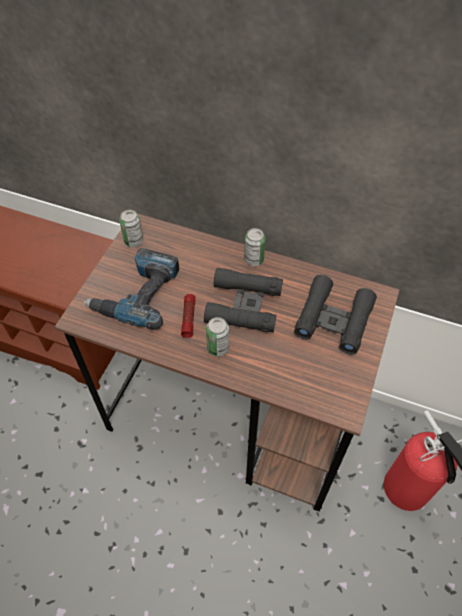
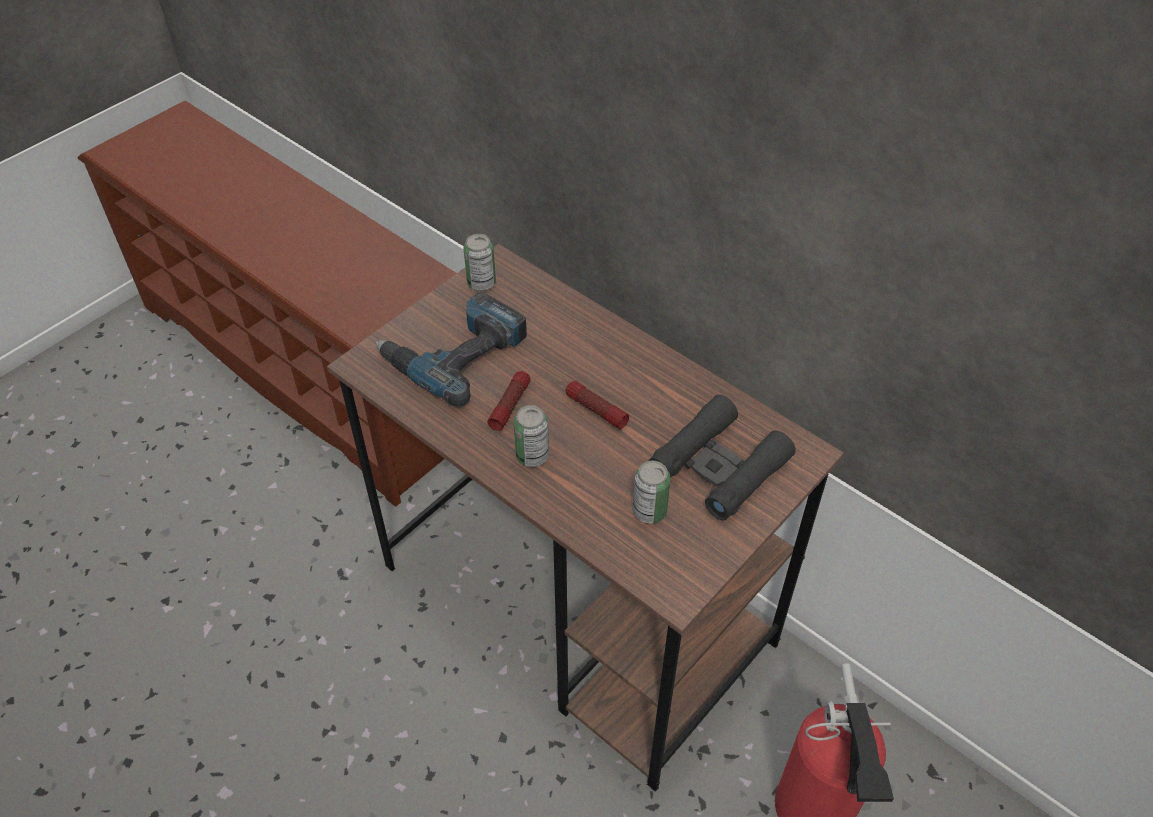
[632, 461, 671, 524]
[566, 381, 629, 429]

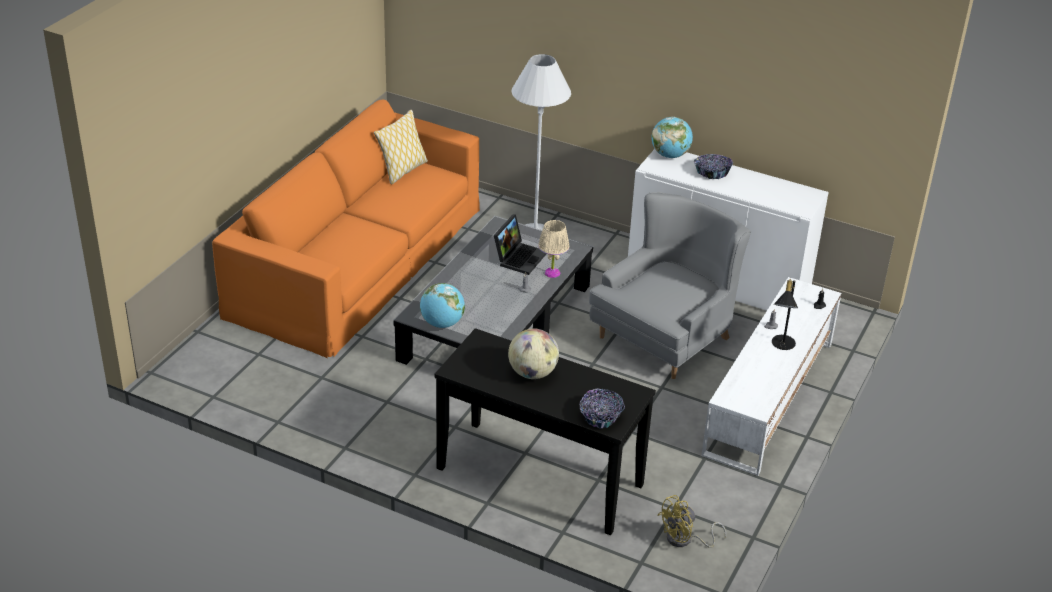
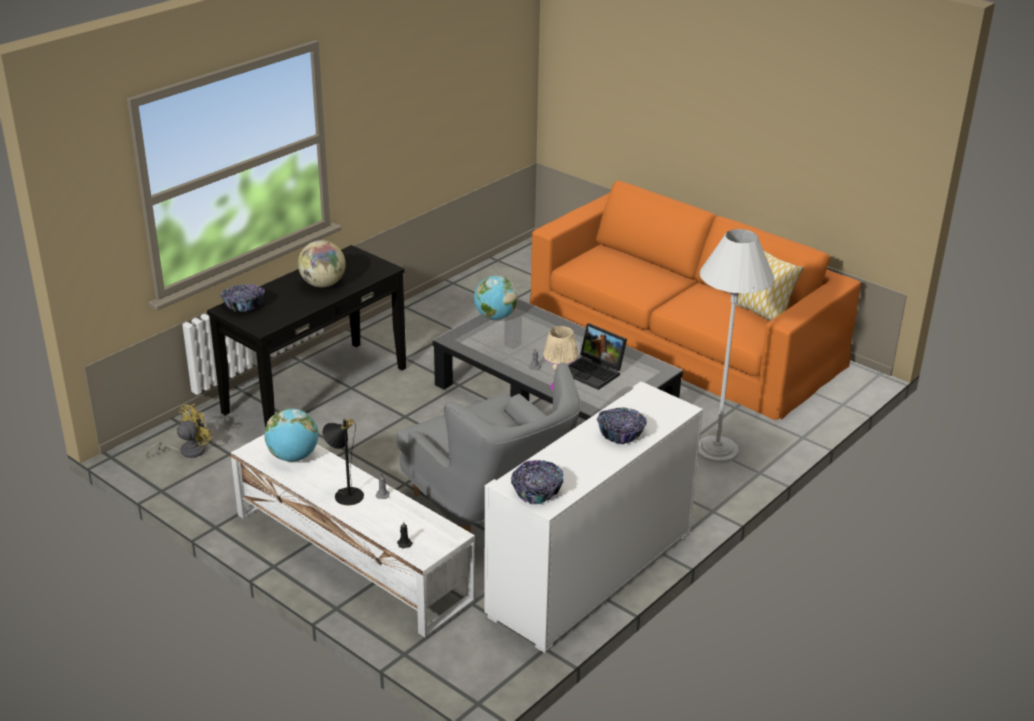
[264, 408, 319, 462]
[146, 404, 214, 458]
[511, 460, 564, 504]

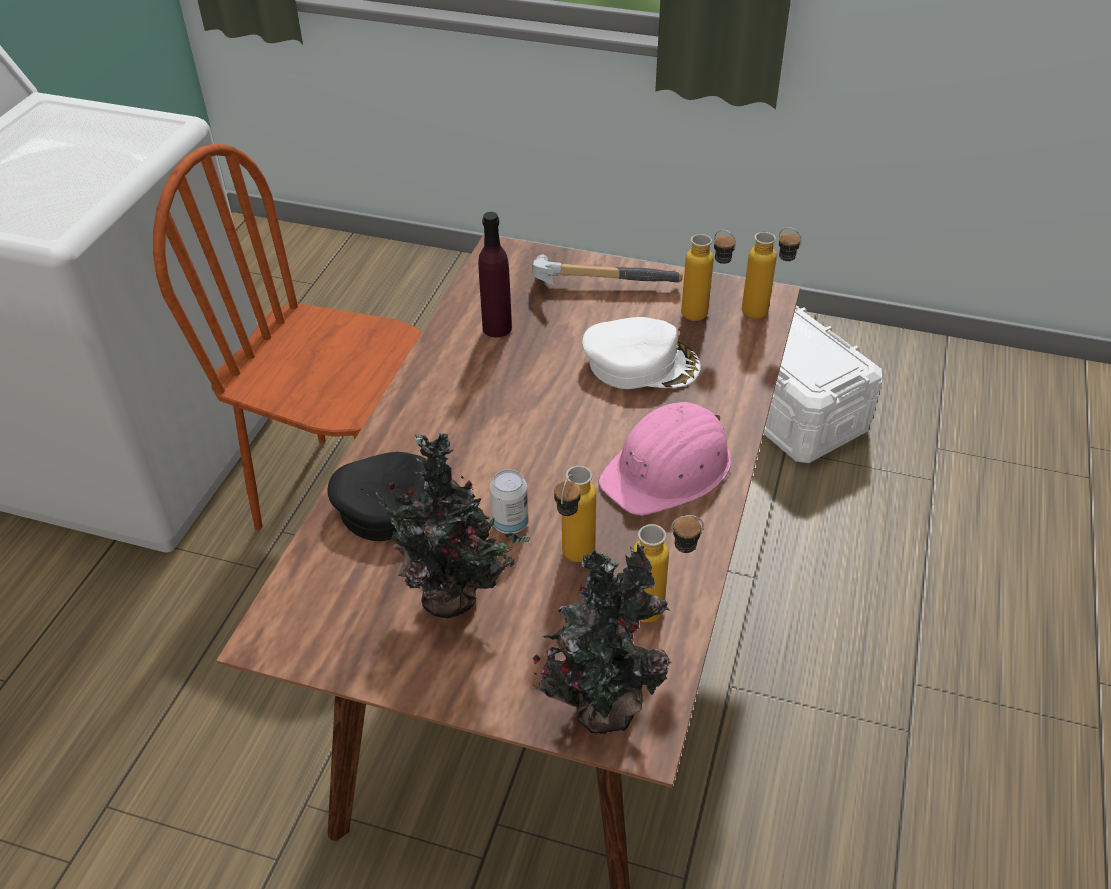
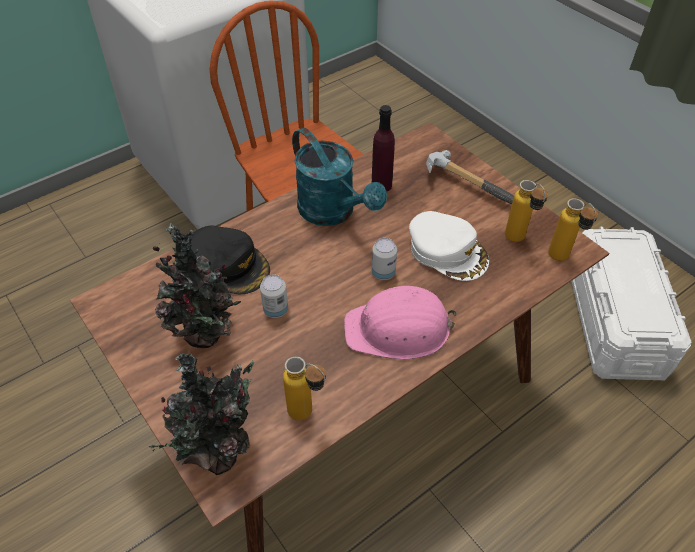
[554, 466, 596, 562] (first image)
[292, 128, 387, 226]
[372, 238, 397, 280]

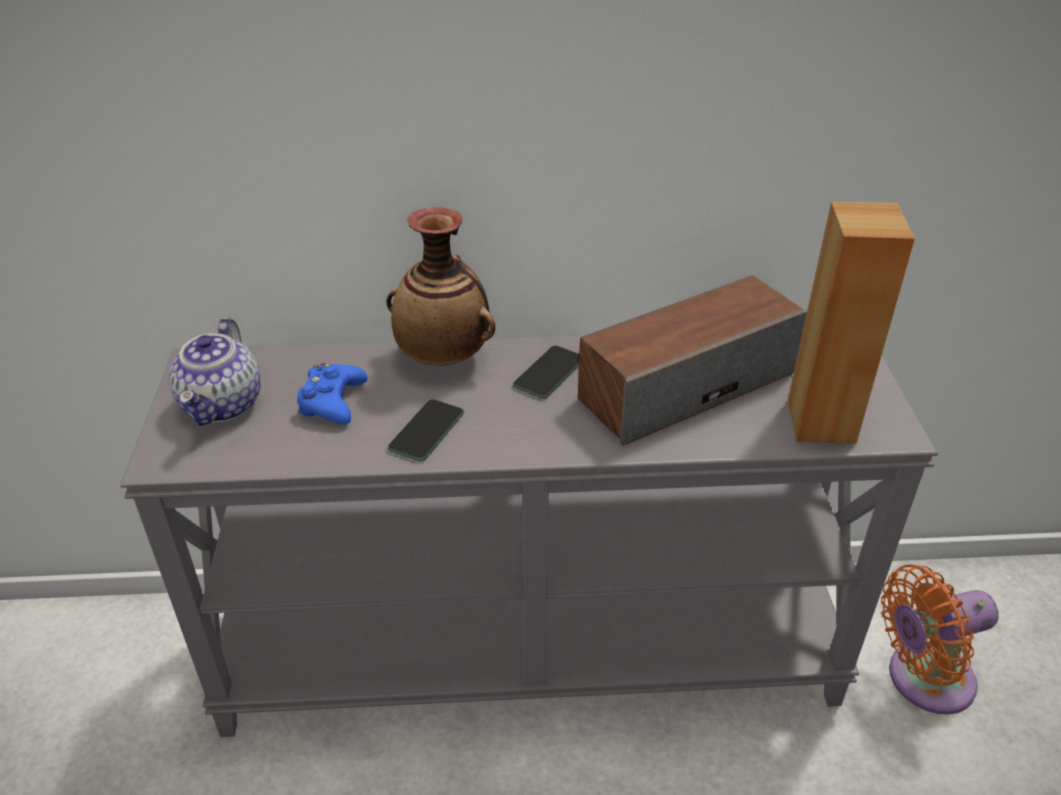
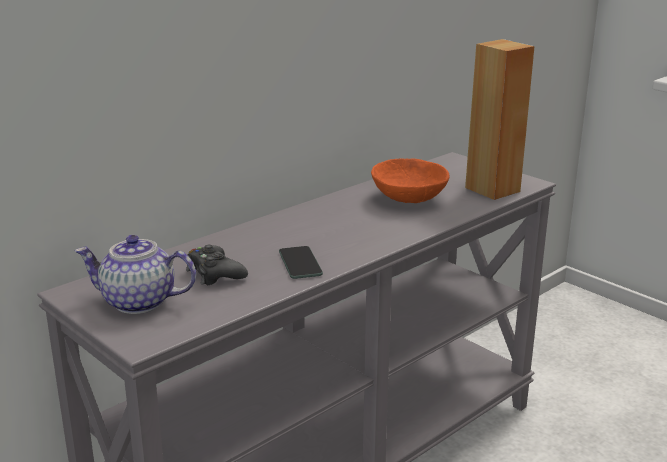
[386, 207, 495, 365] (first image)
[371, 158, 450, 203]
[75, 235, 196, 314]
[513, 346, 579, 399] (first image)
[186, 245, 248, 285]
[881, 564, 999, 714] (first image)

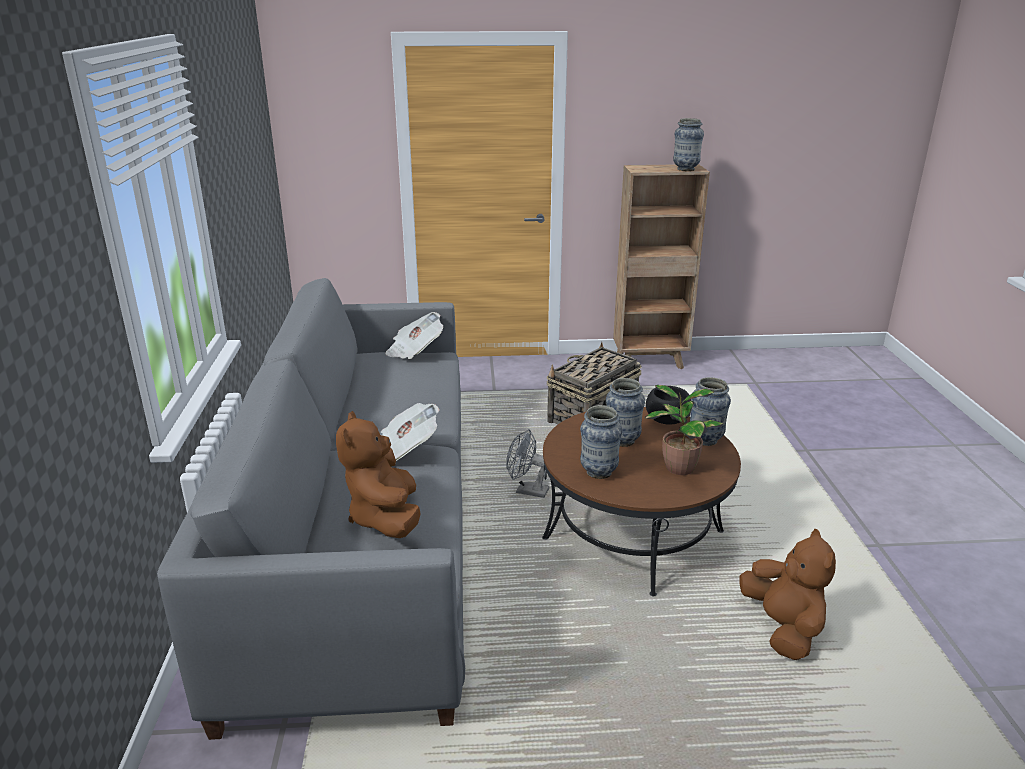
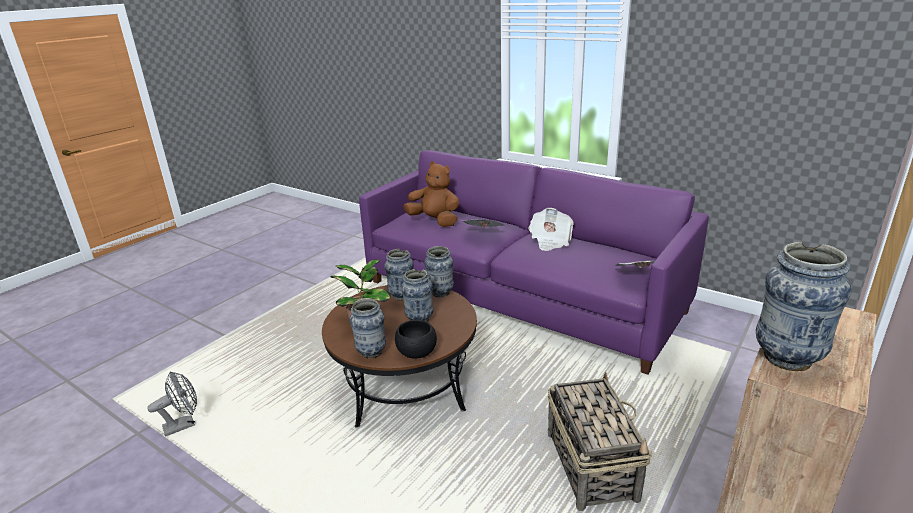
[359, 150, 709, 375]
[147, 372, 197, 437]
[739, 529, 836, 660] (first image)
[528, 208, 574, 251]
[424, 246, 454, 298]

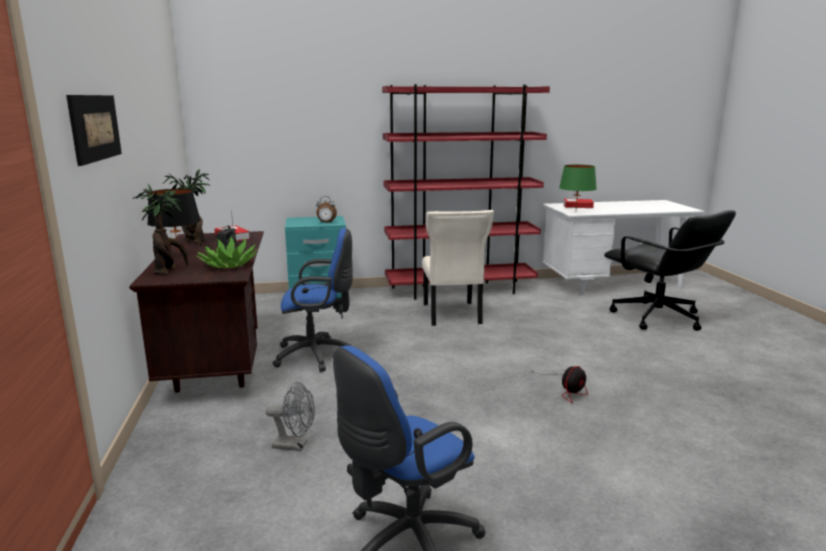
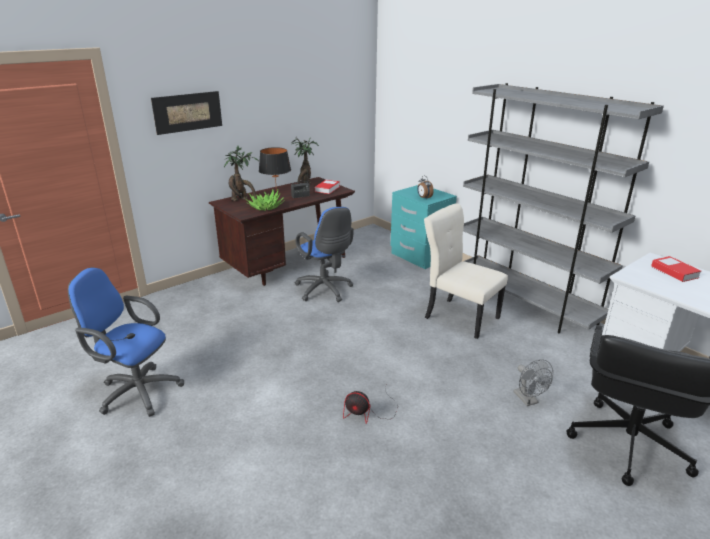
[463, 83, 664, 333]
[559, 165, 597, 208] (first image)
[424, 204, 508, 339]
[514, 359, 553, 406]

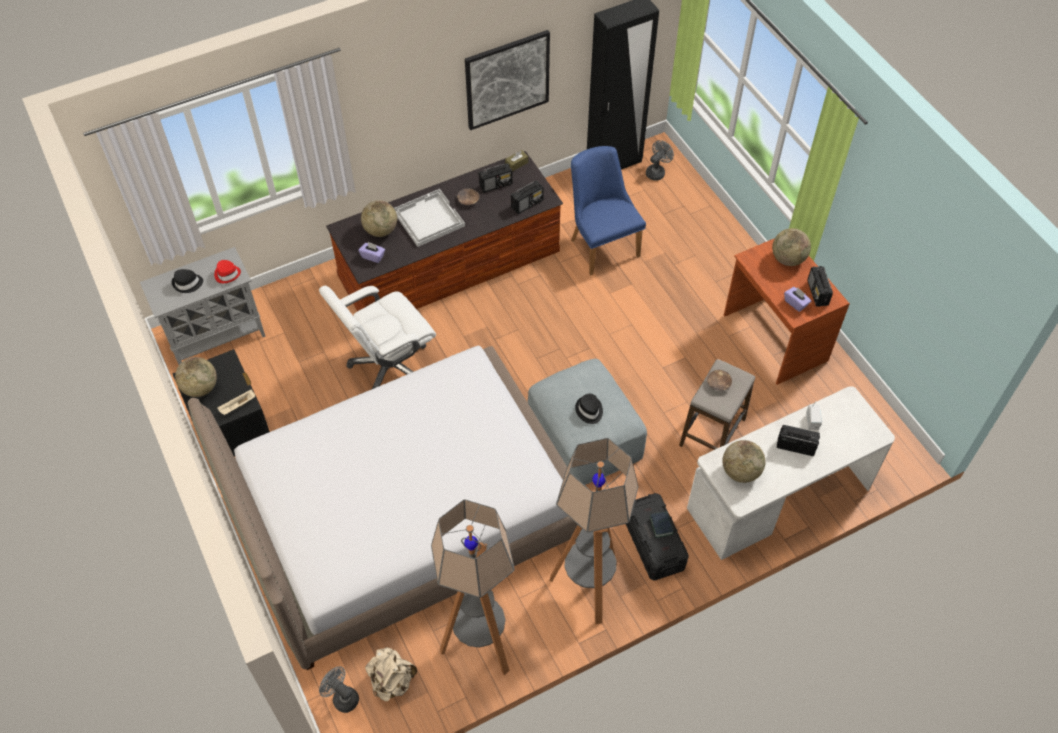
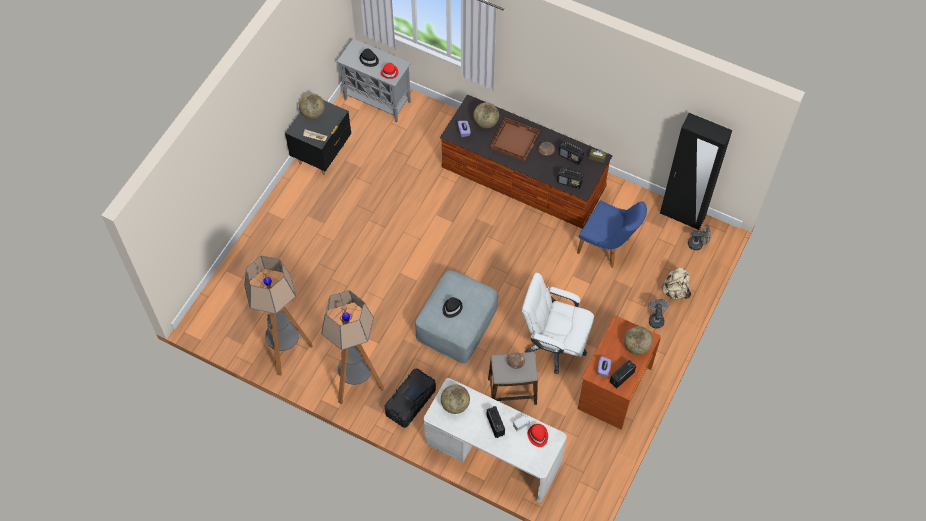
[465, 30, 550, 130] (first image)
[577, 200, 647, 268]
[489, 118, 540, 162]
[522, 273, 594, 374]
[188, 346, 578, 670] (first image)
[662, 267, 691, 299]
[648, 299, 669, 328]
[528, 424, 548, 447]

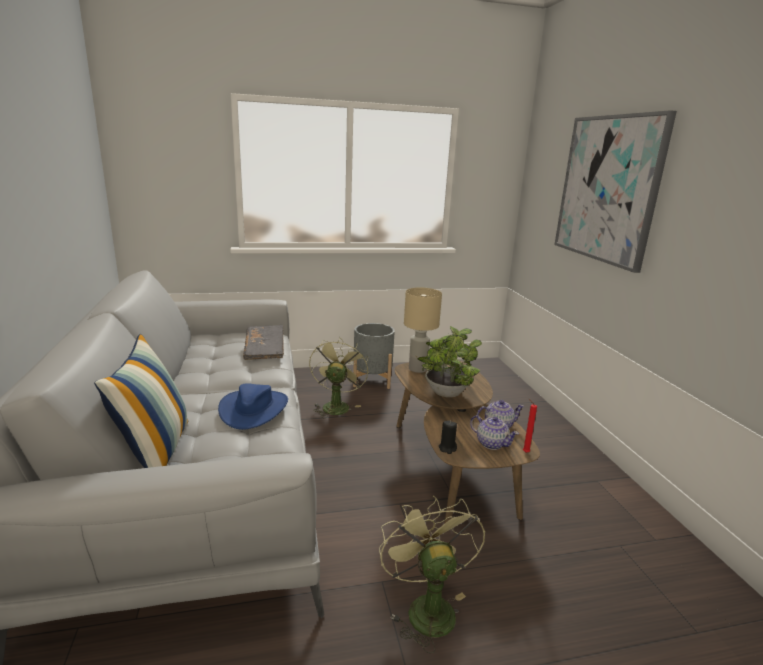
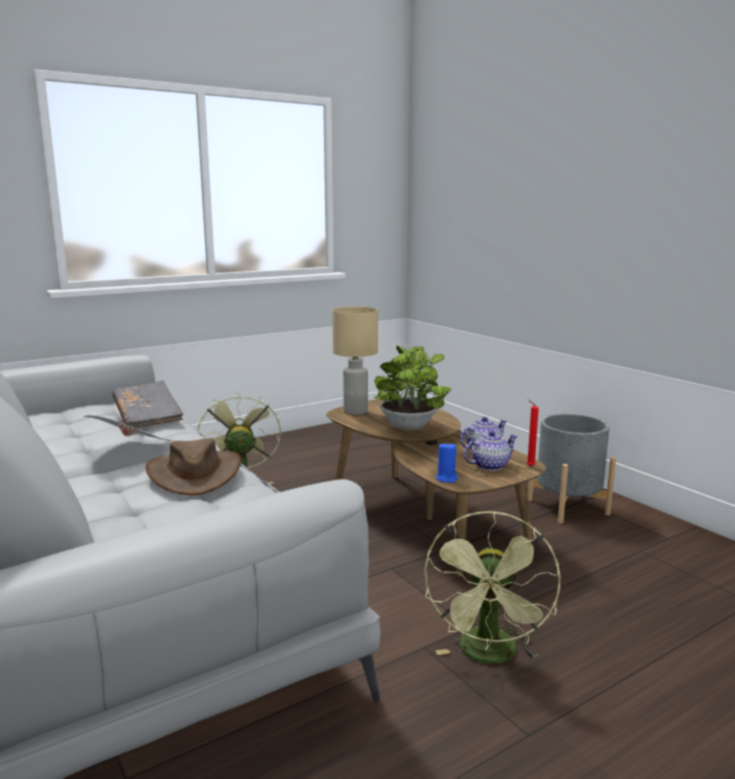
[554, 110, 677, 273] (first image)
[527, 414, 616, 523]
[94, 334, 188, 468] (first image)
[146, 438, 241, 495]
[464, 431, 517, 471]
[436, 443, 458, 483]
[424, 511, 560, 664]
[82, 415, 175, 441]

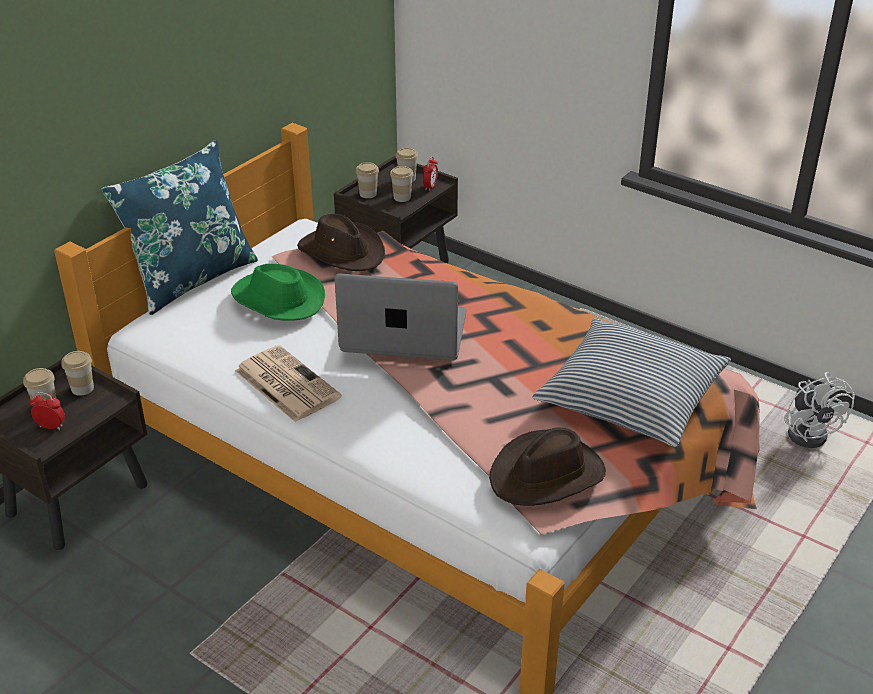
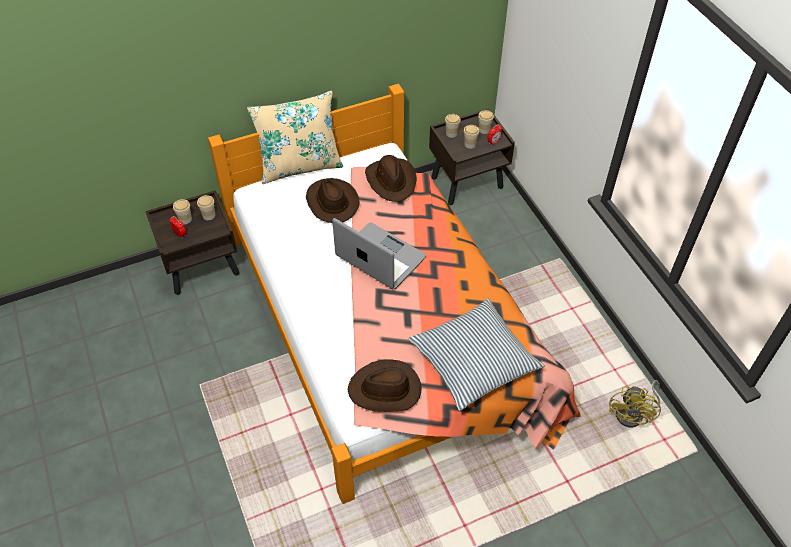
[247, 91, 343, 184]
[306, 178, 360, 223]
[235, 345, 342, 422] (first image)
[609, 380, 661, 427]

